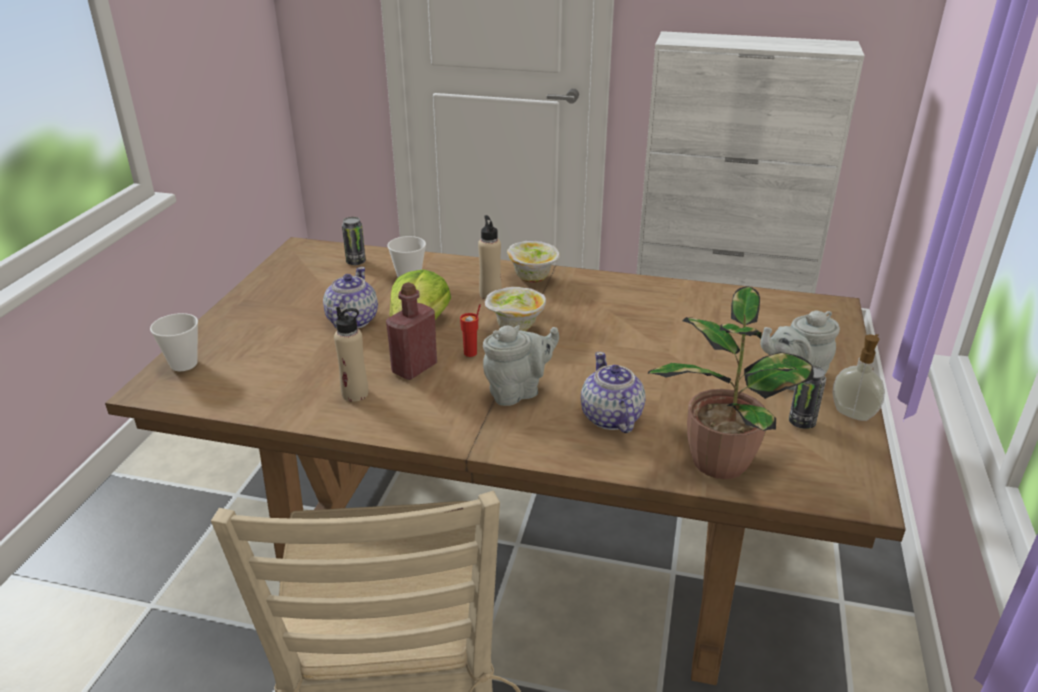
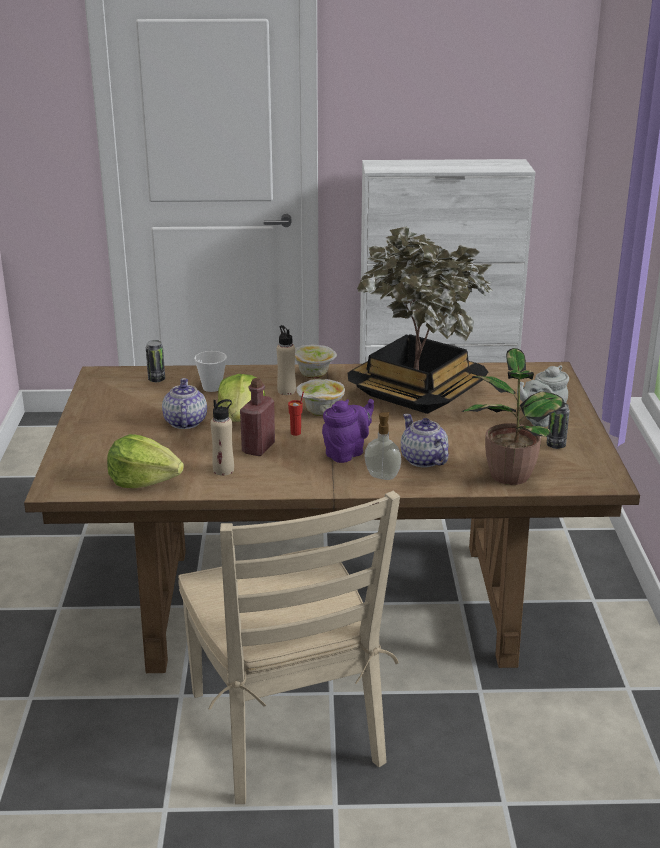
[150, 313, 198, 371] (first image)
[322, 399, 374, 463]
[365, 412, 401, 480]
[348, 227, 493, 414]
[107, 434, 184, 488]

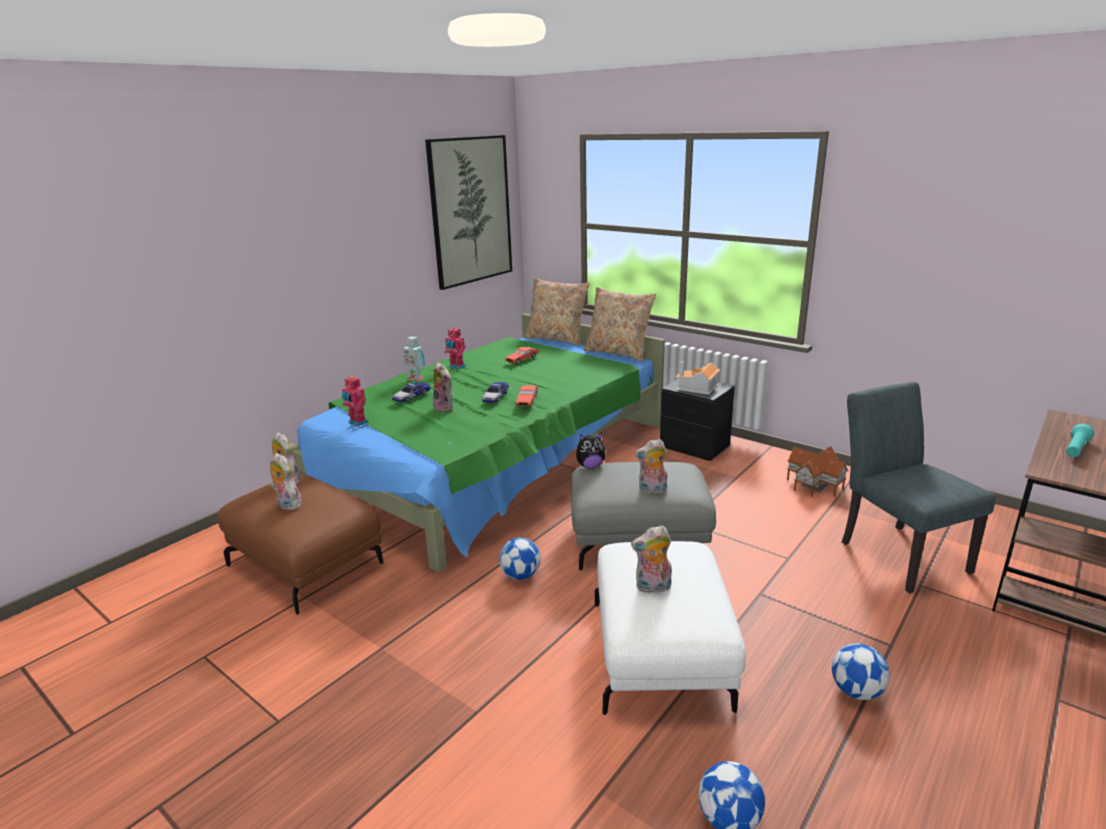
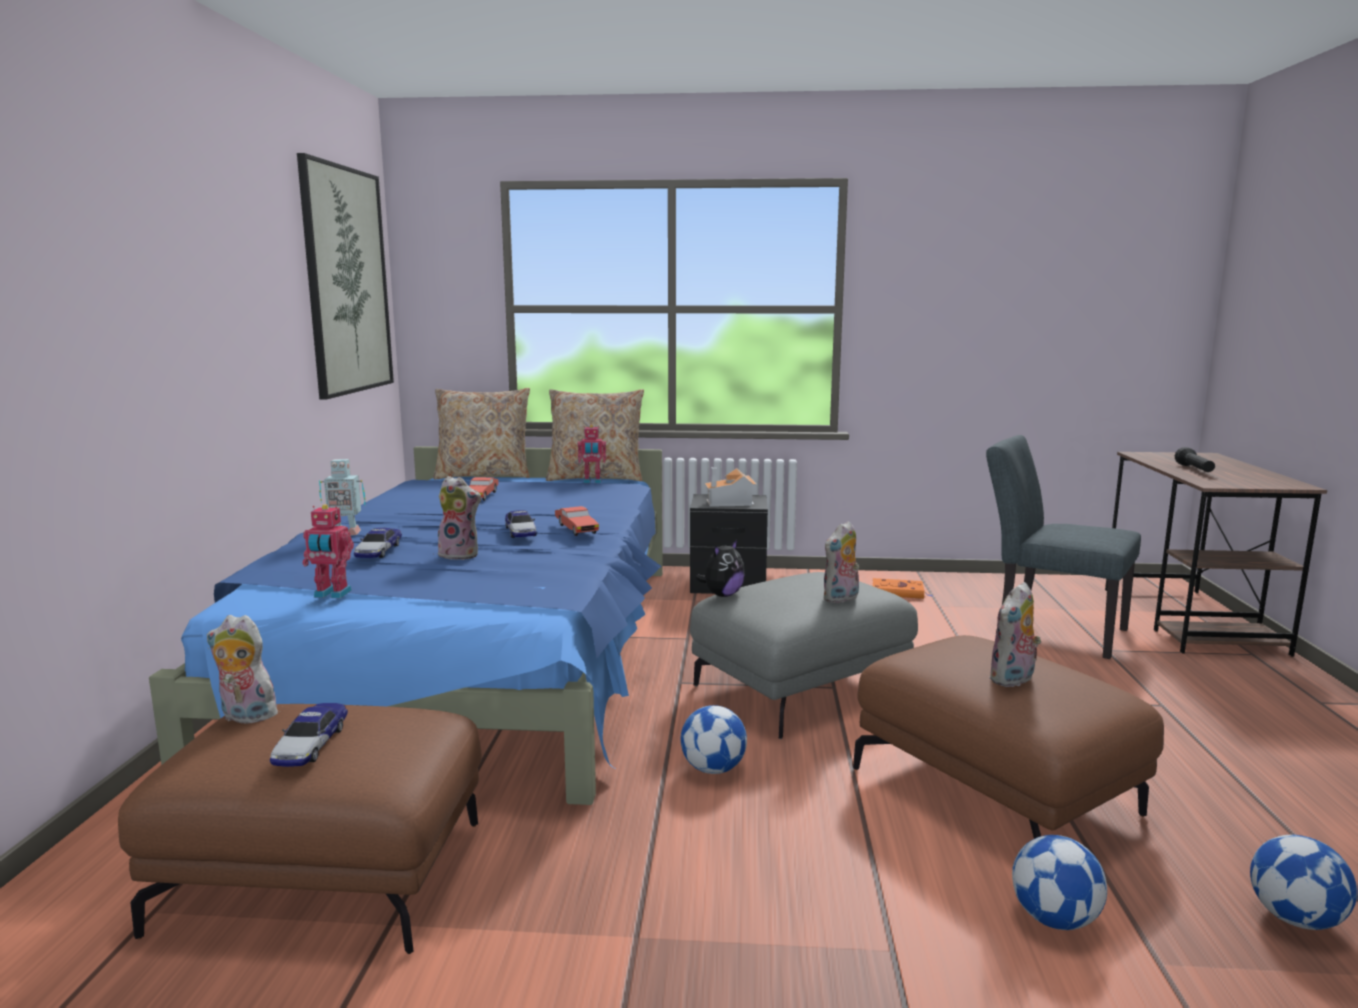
[149, 446, 663, 805]
[578, 425, 606, 483]
[1175, 447, 1215, 472]
[872, 578, 933, 599]
[270, 703, 348, 767]
[853, 635, 1164, 839]
[1012, 835, 1107, 930]

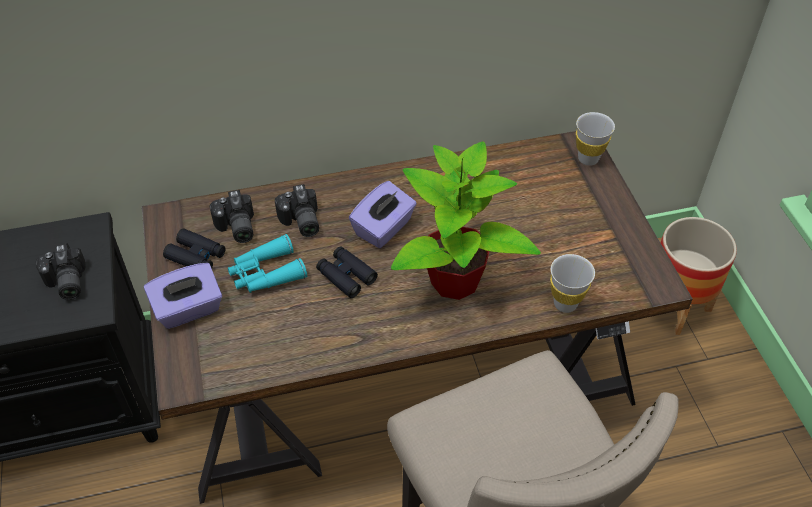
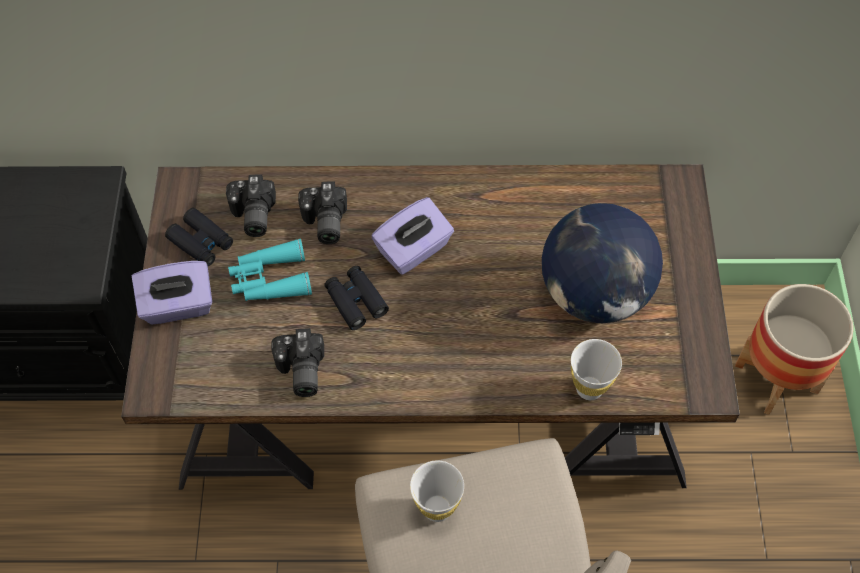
[410, 460, 464, 522]
[391, 141, 541, 300] (first image)
[271, 328, 324, 397]
[542, 203, 663, 323]

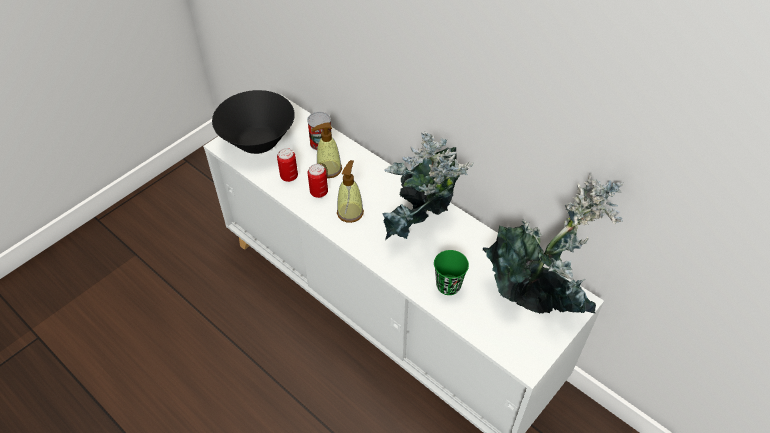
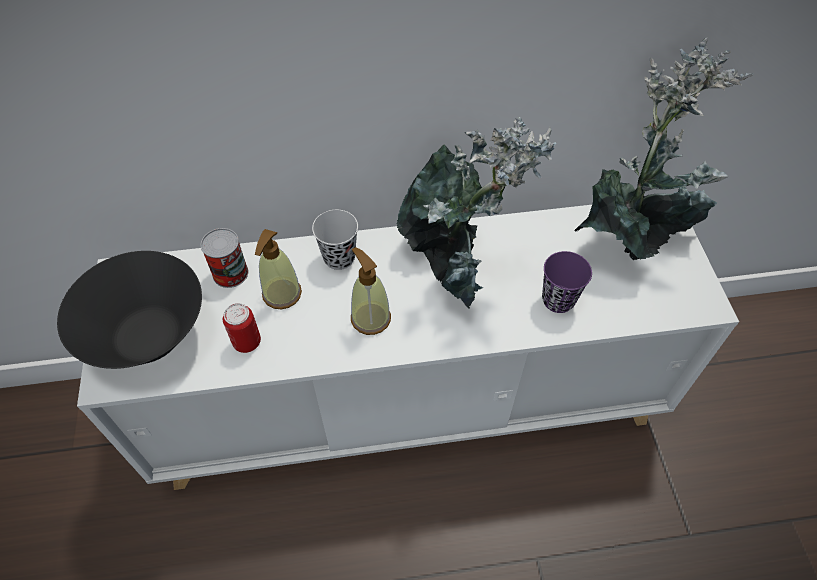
[308, 164, 328, 198] (first image)
[542, 251, 592, 313]
[312, 210, 358, 270]

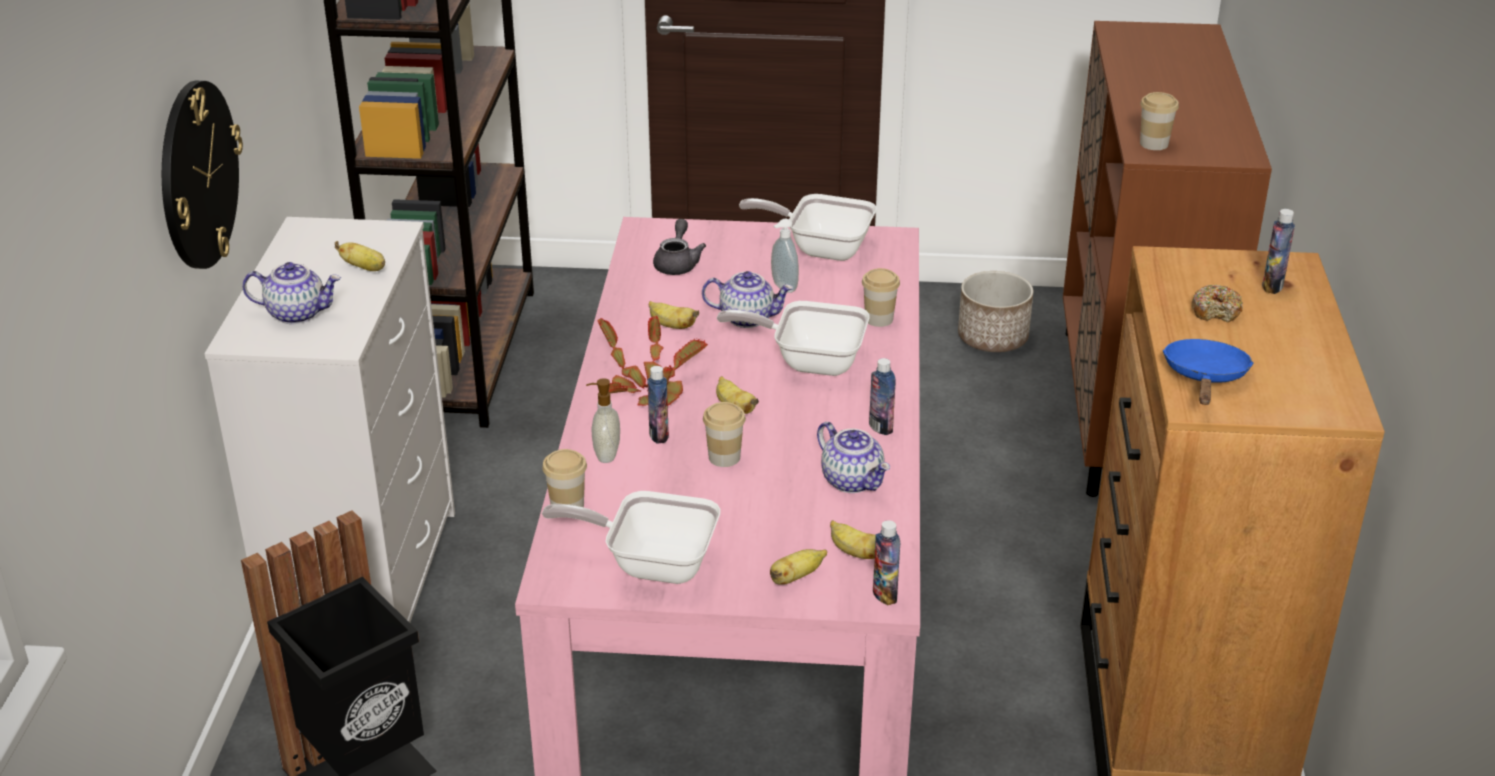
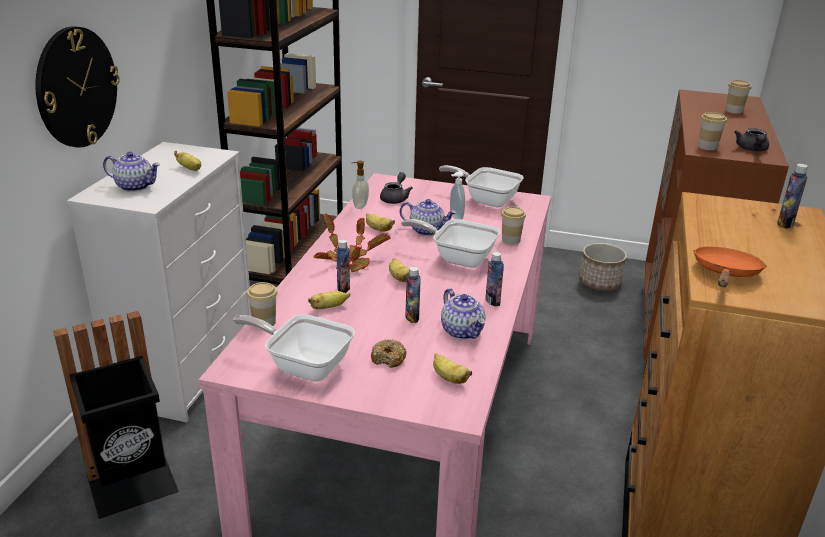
[371, 339, 407, 368]
[693, 246, 766, 287]
[352, 161, 369, 209]
[726, 80, 752, 114]
[405, 267, 421, 323]
[308, 291, 350, 309]
[734, 128, 769, 152]

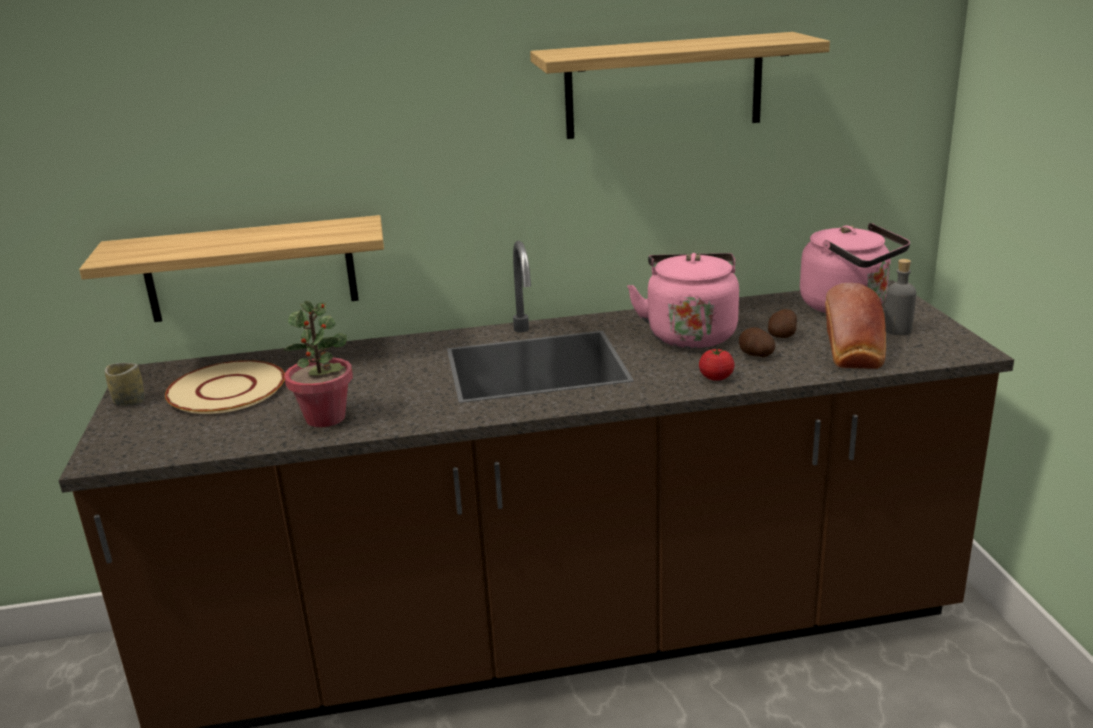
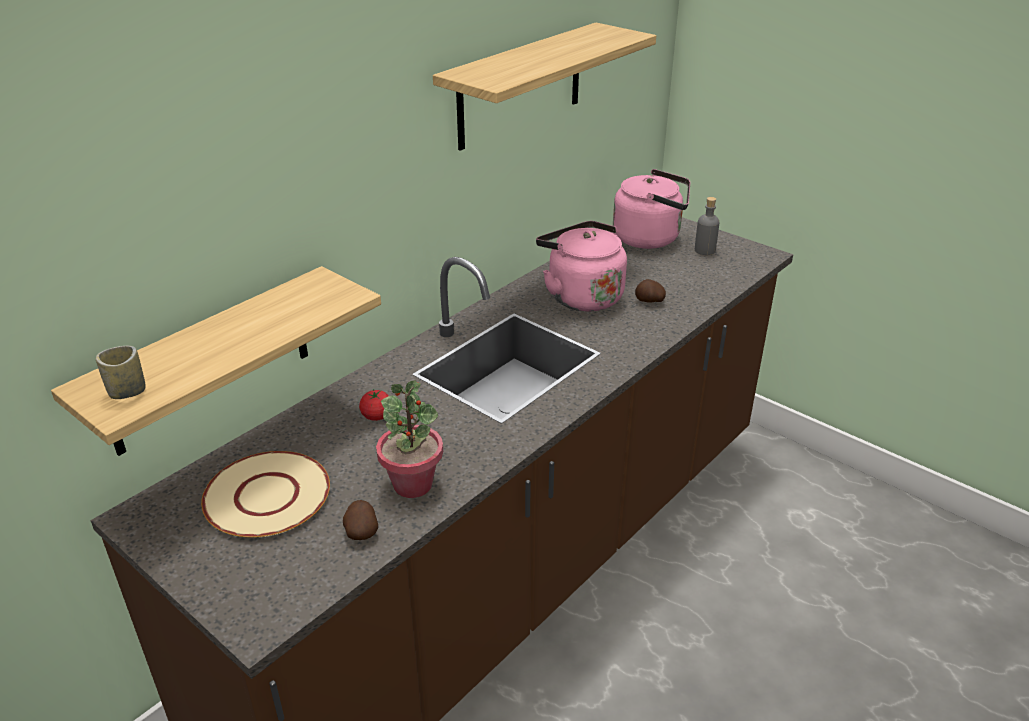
[825, 283, 886, 369] (first image)
[343, 500, 378, 540]
[359, 389, 389, 421]
[96, 346, 146, 399]

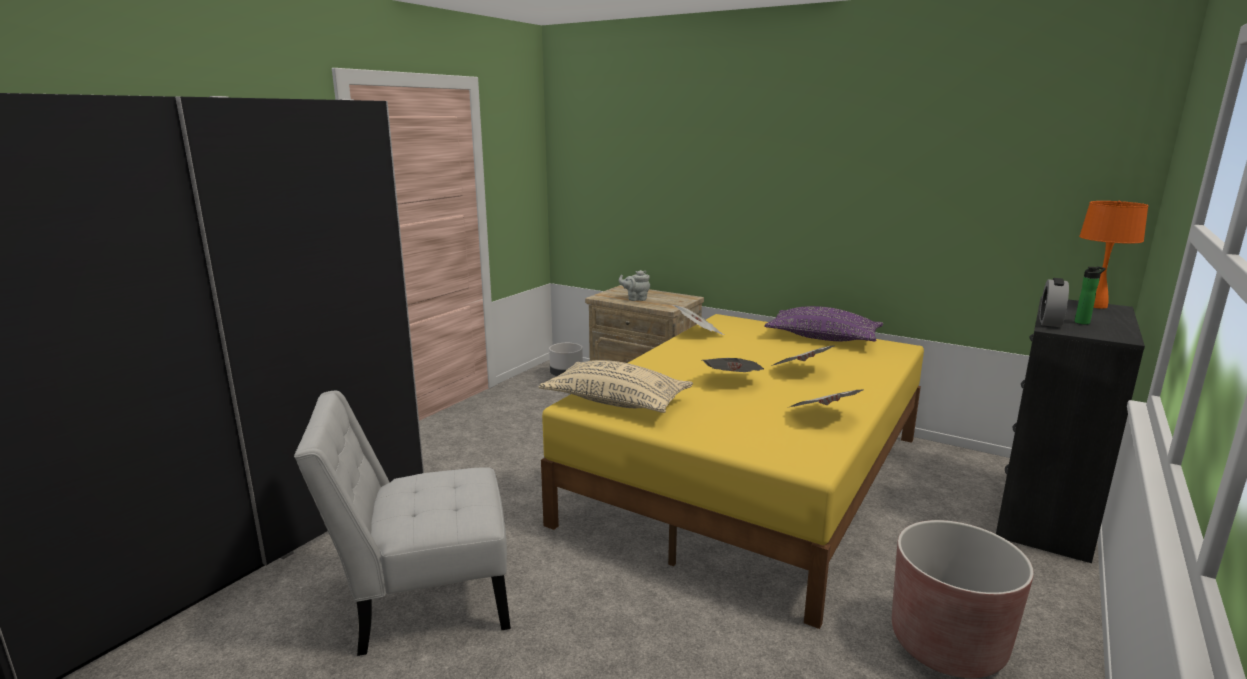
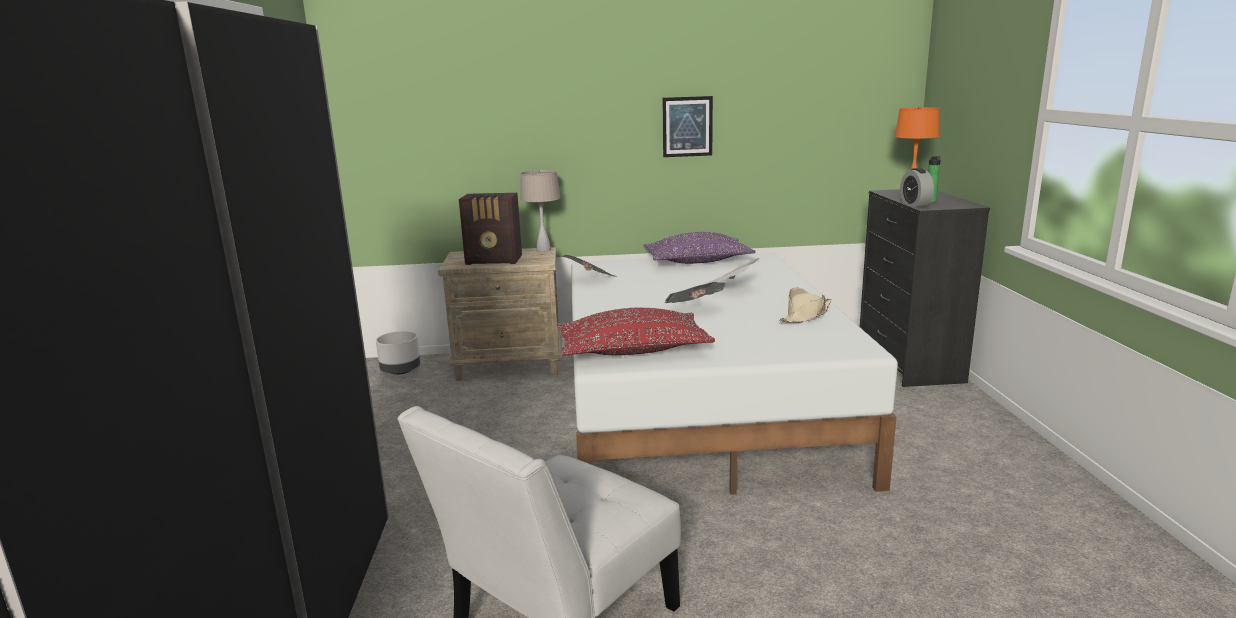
[459, 193, 522, 265]
[571, 253, 898, 495]
[557, 308, 715, 355]
[779, 288, 831, 323]
[892, 520, 1034, 678] (first image)
[663, 96, 713, 157]
[520, 170, 561, 252]

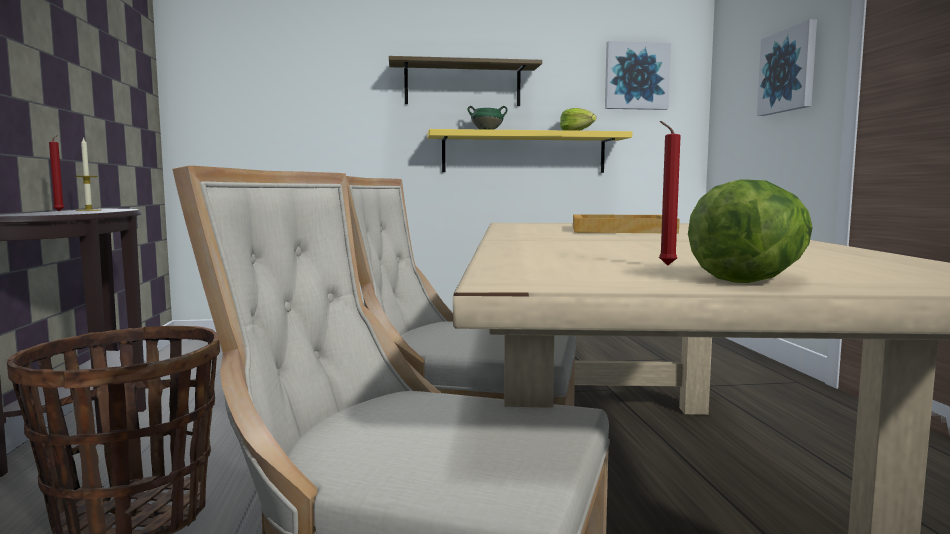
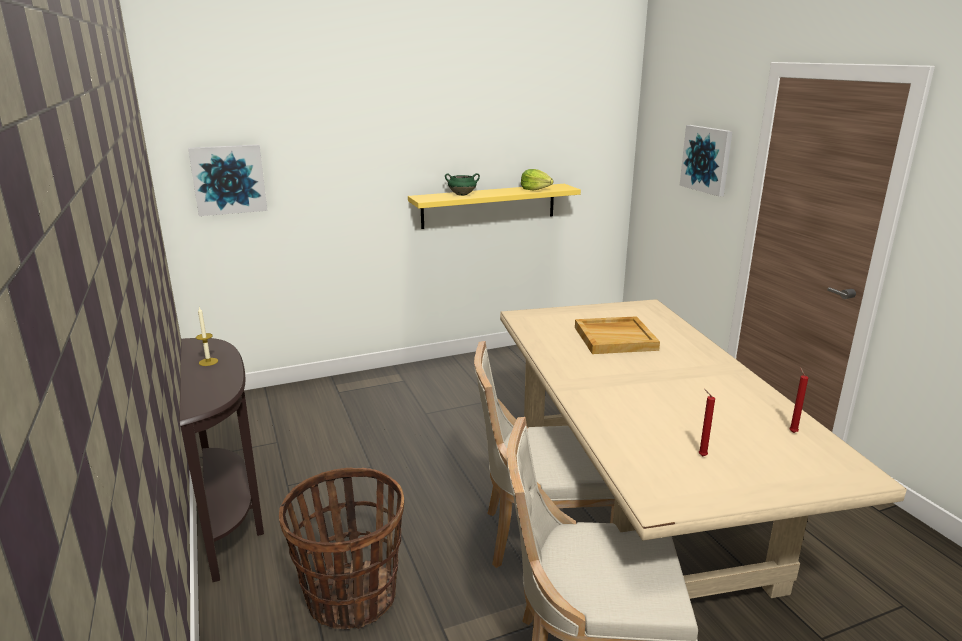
[188, 144, 268, 216]
[389, 56, 542, 106] (first image)
[789, 367, 808, 433]
[688, 179, 813, 283] (first image)

